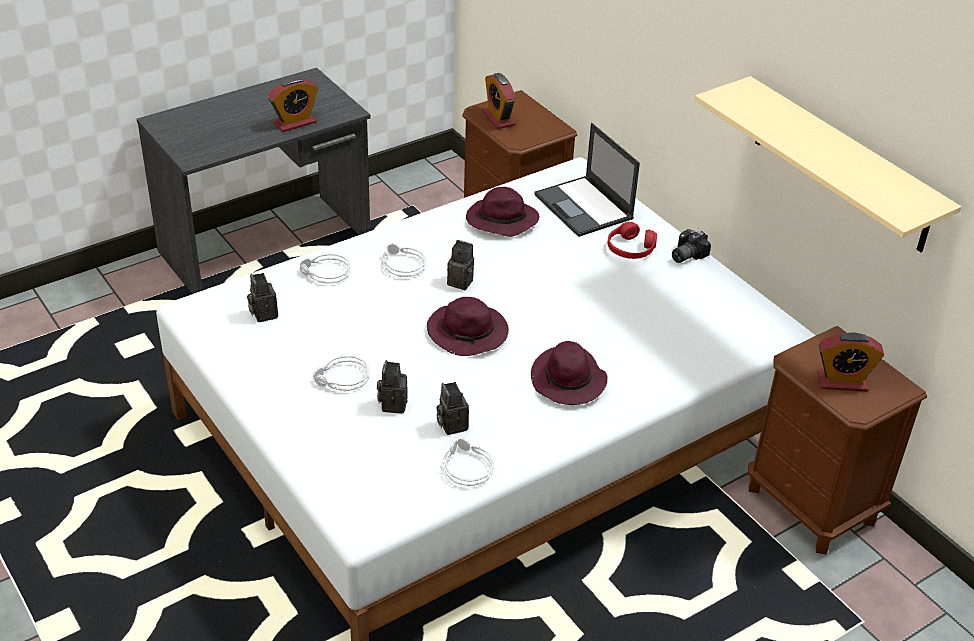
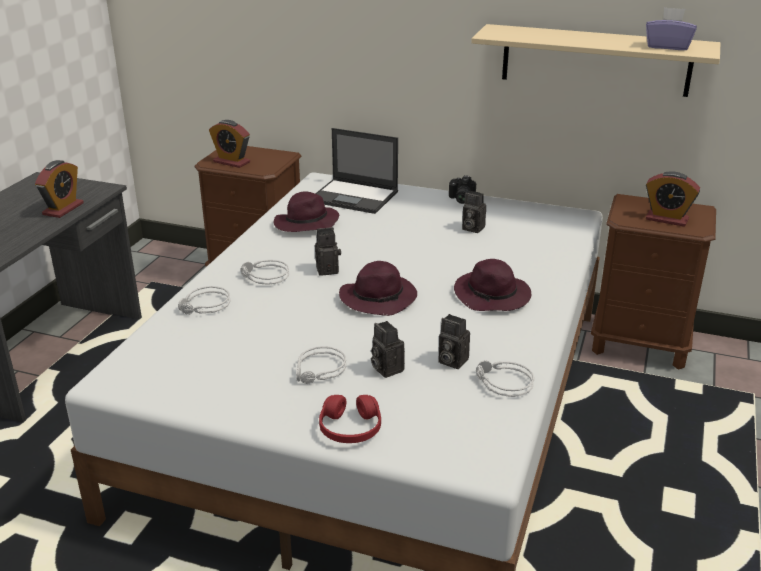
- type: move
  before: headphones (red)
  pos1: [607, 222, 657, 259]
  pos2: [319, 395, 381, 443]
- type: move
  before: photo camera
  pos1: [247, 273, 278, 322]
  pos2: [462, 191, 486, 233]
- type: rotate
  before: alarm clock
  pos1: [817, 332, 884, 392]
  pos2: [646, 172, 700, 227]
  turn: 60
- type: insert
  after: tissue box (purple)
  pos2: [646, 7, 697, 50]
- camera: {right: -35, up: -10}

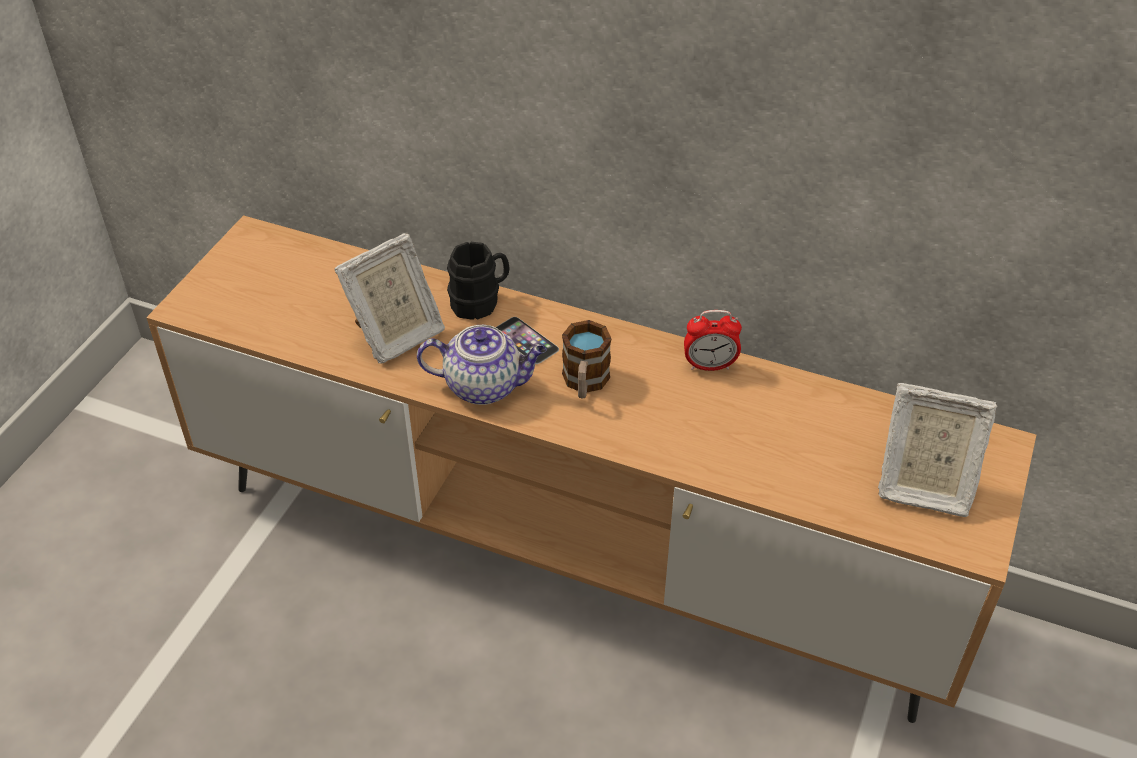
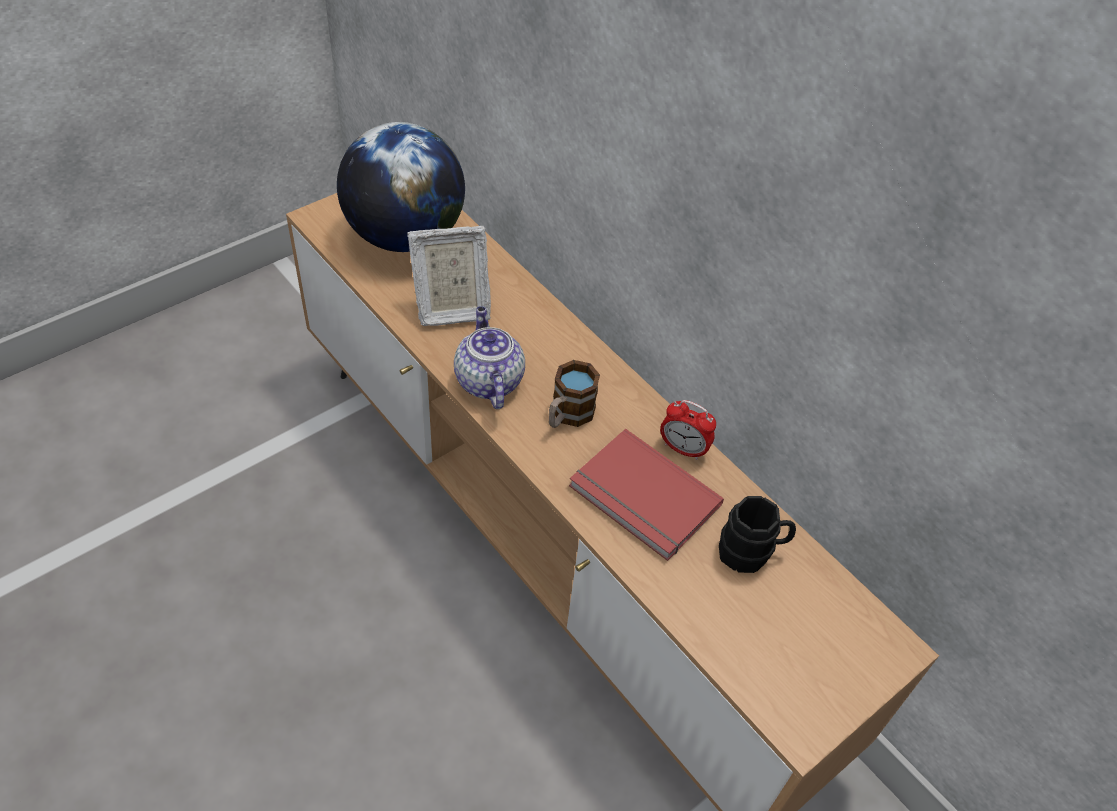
- type: move
  before: mug (black)
  pos1: [447, 242, 509, 320]
  pos2: [719, 496, 796, 573]
- type: delete
  before: phone
  pos1: [496, 317, 559, 364]
- type: rotate
  before: teapot
  pos1: [417, 325, 547, 405]
  pos2: [454, 306, 525, 409]
  turn: -135
- type: delete
  before: picture frame
  pos1: [878, 383, 997, 517]
- type: insert
  after: globe
  pos2: [337, 122, 465, 252]
- type: insert
  after: book (red)
  pos2: [569, 428, 724, 561]
- camera: {right: 25, up: 5}

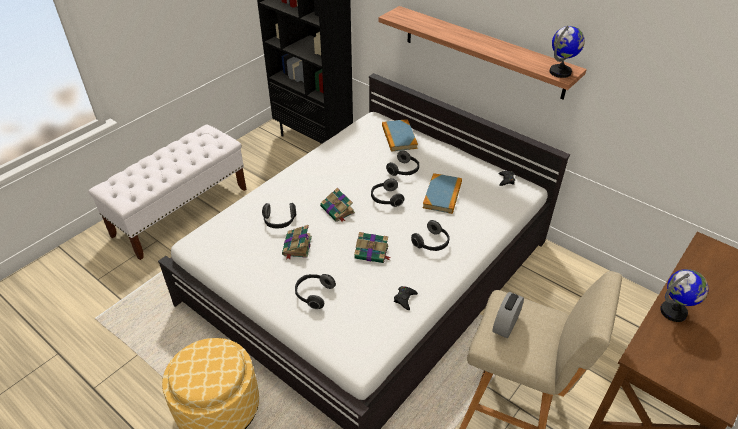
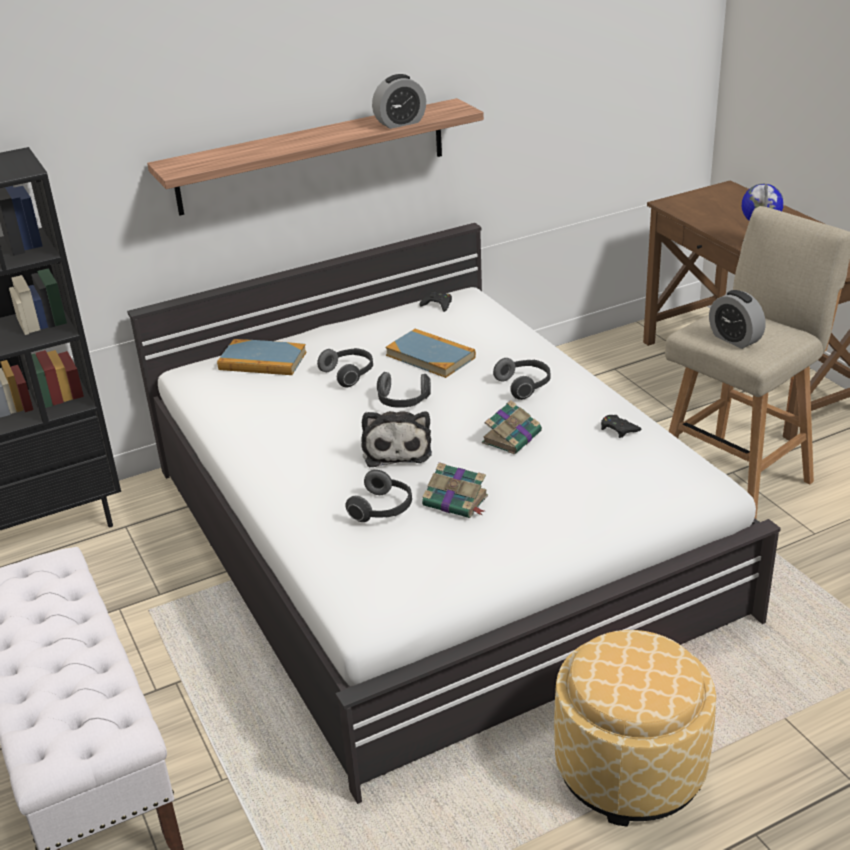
- type: delete
  before: globe
  pos1: [550, 26, 585, 78]
- type: replace
  before: book
  after: plush toy
  pos1: [320, 188, 355, 223]
  pos2: [361, 411, 432, 467]
- type: delete
  before: headphones
  pos1: [295, 274, 336, 309]
- type: insert
  after: alarm clock
  pos2: [372, 74, 426, 129]
- camera: {right: -65, up: -10}

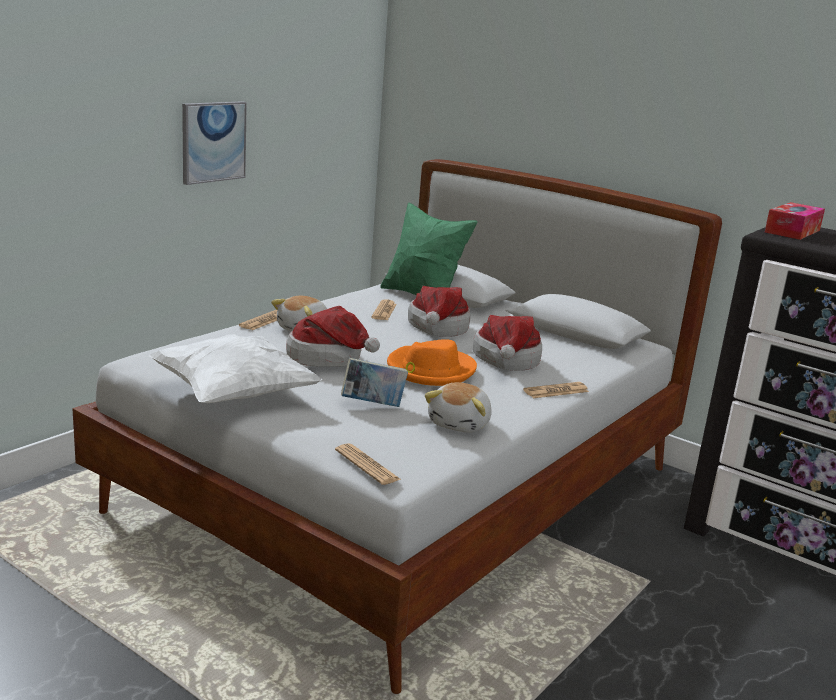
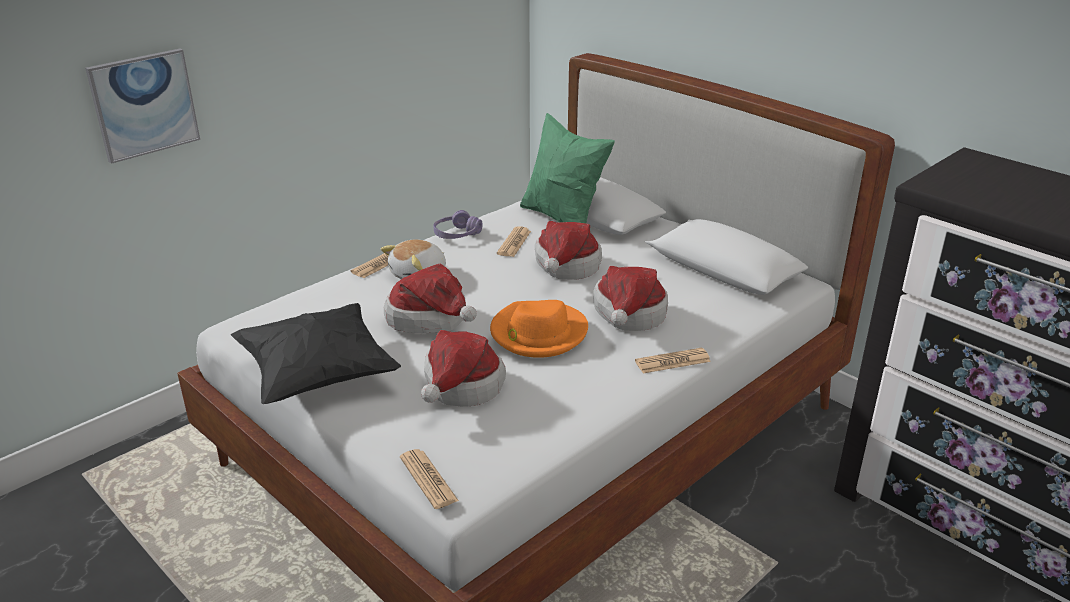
- type: move
  before: picture
  pos1: [182, 101, 247, 185]
  pos2: [85, 48, 200, 164]
- type: delete
  before: tissue box
  pos1: [765, 202, 825, 240]
- type: recolor
  before: pillow (white)
  after: pillow (black)
  pos1: [148, 334, 322, 403]
  pos2: [231, 303, 401, 404]
- type: replace
  before: book
  after: hat
  pos1: [341, 358, 408, 407]
  pos2: [421, 330, 506, 406]
- type: delete
  before: plush toy
  pos1: [424, 382, 492, 433]
- type: insert
  after: headphones (purple)
  pos2: [433, 210, 483, 239]
- camera: {right: 10, up: 10}

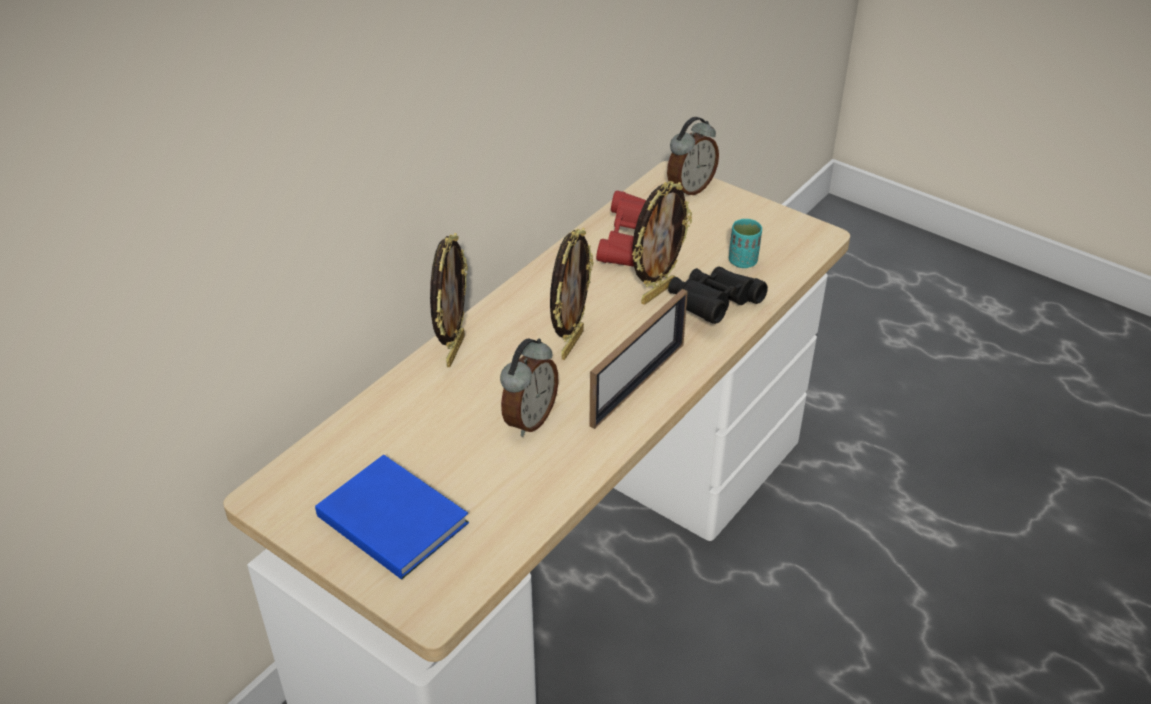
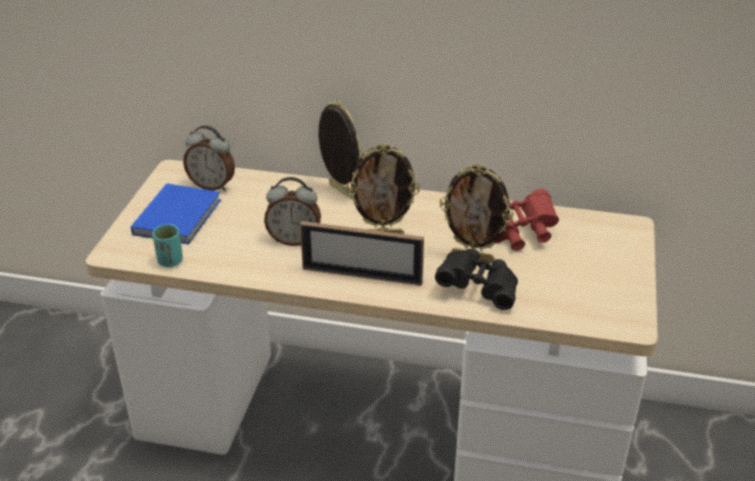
- type: move
  before: alarm clock
  pos1: [667, 117, 719, 195]
  pos2: [183, 125, 235, 191]
- type: move
  before: cup (turquoise)
  pos1: [729, 219, 762, 268]
  pos2: [152, 224, 183, 267]
- type: rotate
  before: picture frame
  pos1: [430, 233, 468, 367]
  pos2: [319, 100, 364, 199]
  turn: -120
- camera: {right: 65, up: -5}

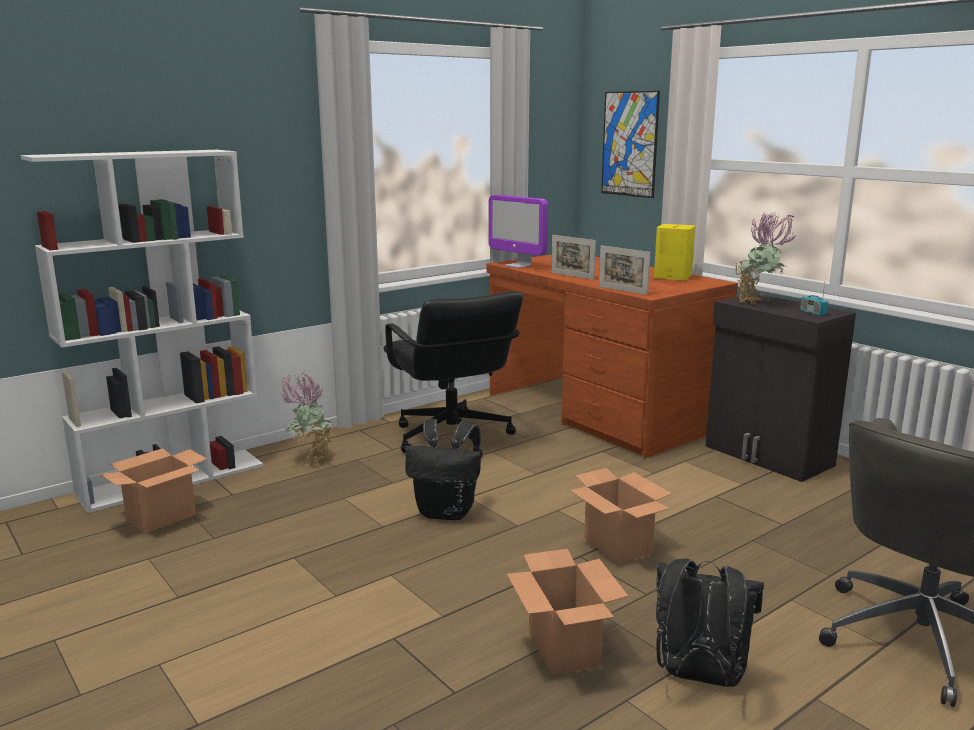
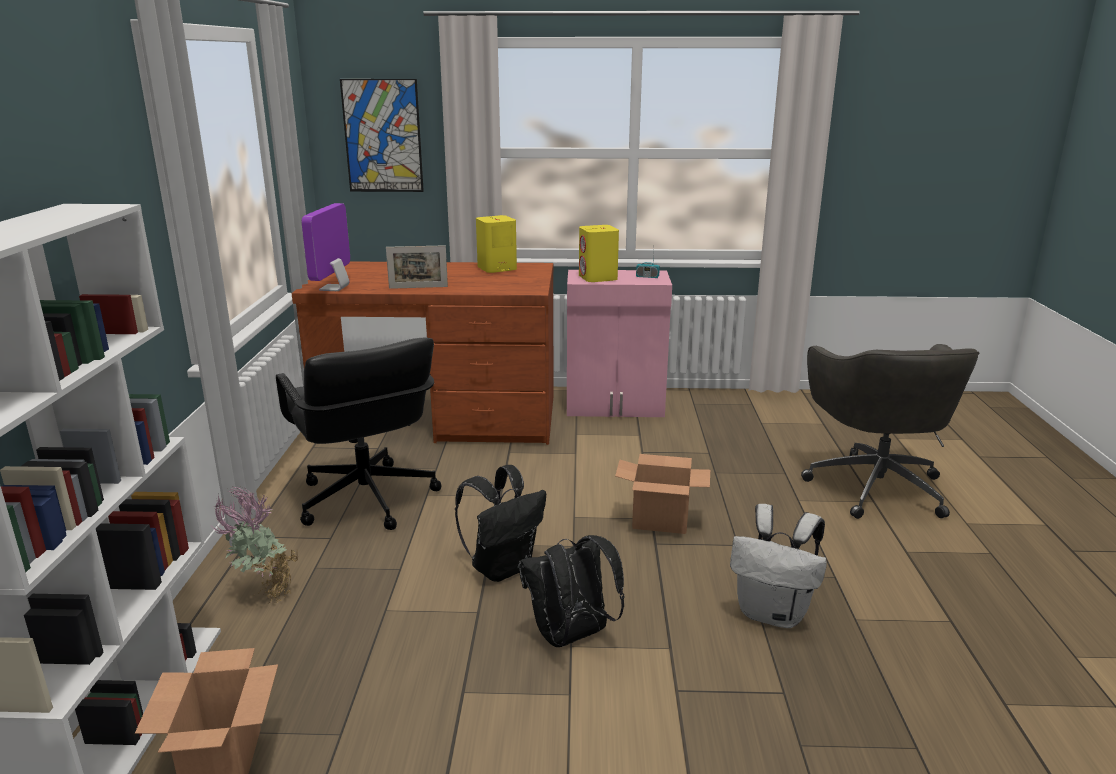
- type: rotate
  before: monitor
  pos1: [489, 195, 548, 268]
  pos2: [302, 203, 350, 291]
  turn: 105
- type: replace
  before: potted plant
  after: speaker (yellow)
  pos1: [735, 213, 798, 304]
  pos2: [579, 225, 619, 282]
- type: delete
  before: picture frame
  pos1: [599, 245, 650, 295]
- type: rotate
  before: office chair (black)
  pos1: [383, 291, 523, 458]
  pos2: [276, 338, 441, 530]
  turn: 45
- type: recolor
  before: cabinet (black)
  after: cabinet (pink)
  pos1: [706, 294, 856, 482]
  pos2: [567, 270, 672, 417]
- type: replace
  before: cardboard box
  after: backpack (white)
  pos1: [507, 549, 628, 675]
  pos2: [730, 504, 827, 628]
- type: move
  before: backpack (black)
  pos1: [656, 559, 764, 687]
  pos2: [519, 535, 624, 647]
- camera: {right: -50, up: 5}

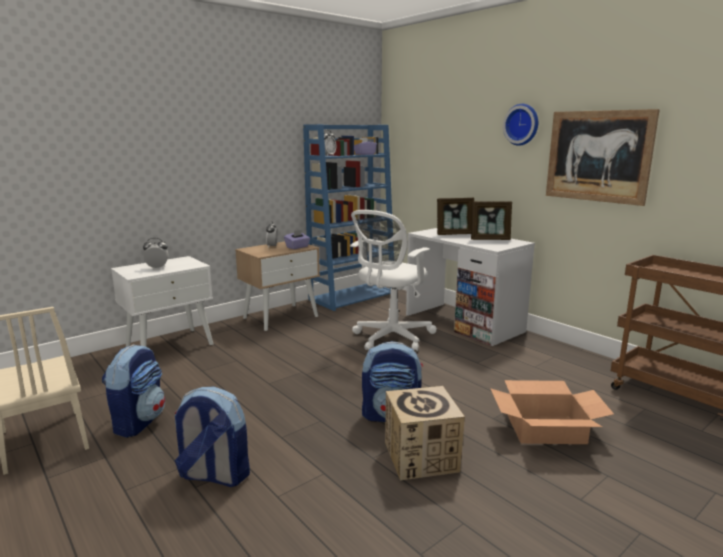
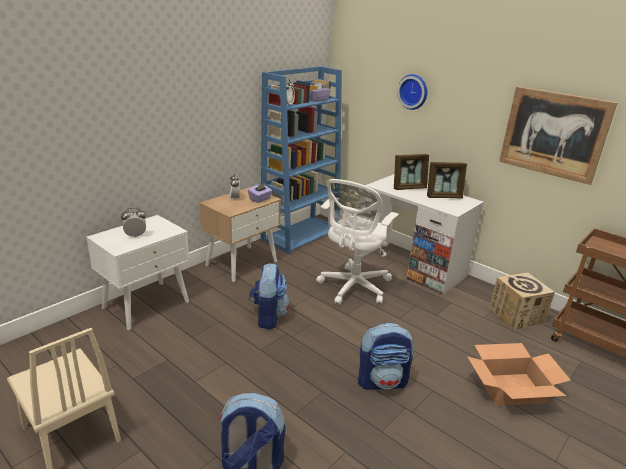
- type: move
  before: wall clock
  pos1: [503, 104, 538, 146]
  pos2: [397, 74, 427, 110]
- type: move
  before: backpack
  pos1: [102, 344, 165, 438]
  pos2: [249, 263, 290, 330]
- type: move
  before: cardboard box
  pos1: [385, 386, 465, 481]
  pos2: [489, 272, 555, 330]
- camera: {right: -10, up: 10}

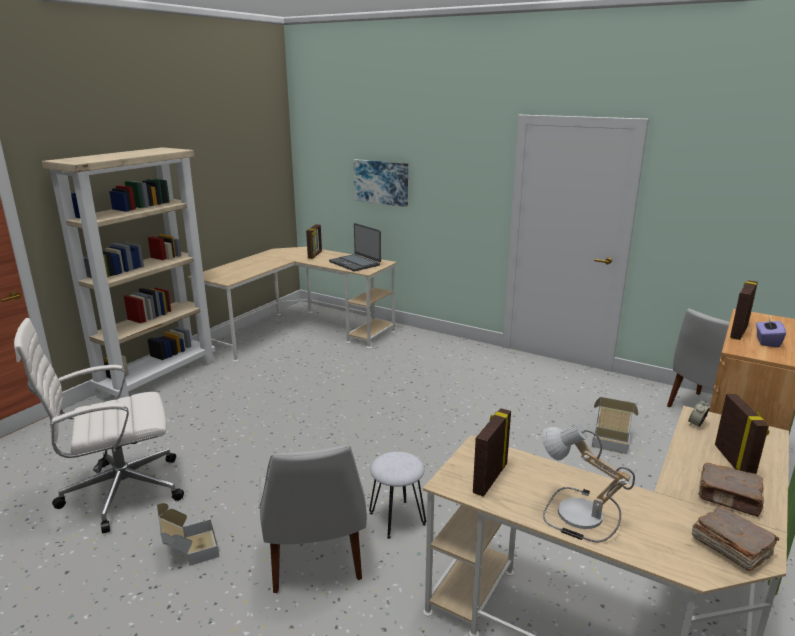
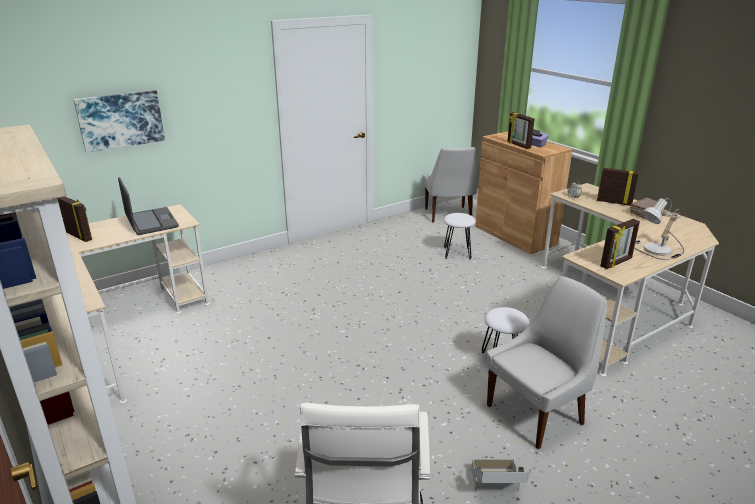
- type: rotate
  before: laptop
  pos1: [329, 223, 381, 271]
  pos2: [118, 177, 179, 235]
  turn: -105
- type: replace
  before: cardboard box
  after: stool (white)
  pos1: [592, 397, 638, 454]
  pos2: [443, 213, 476, 259]
- type: rotate
  before: picture frame
  pos1: [473, 408, 511, 497]
  pos2: [600, 219, 640, 269]
  turn: -90
- type: rotate
  before: chair (white)
  pos1: [259, 445, 367, 593]
  pos2: [486, 276, 607, 449]
  turn: -45
- type: delete
  before: book (brown)
  pos1: [692, 506, 779, 571]
- camera: {right: -65, up: 5}

